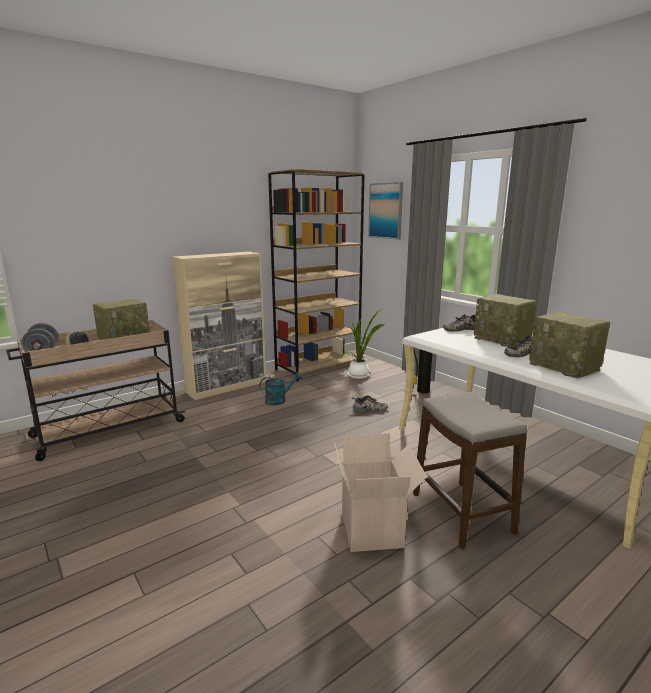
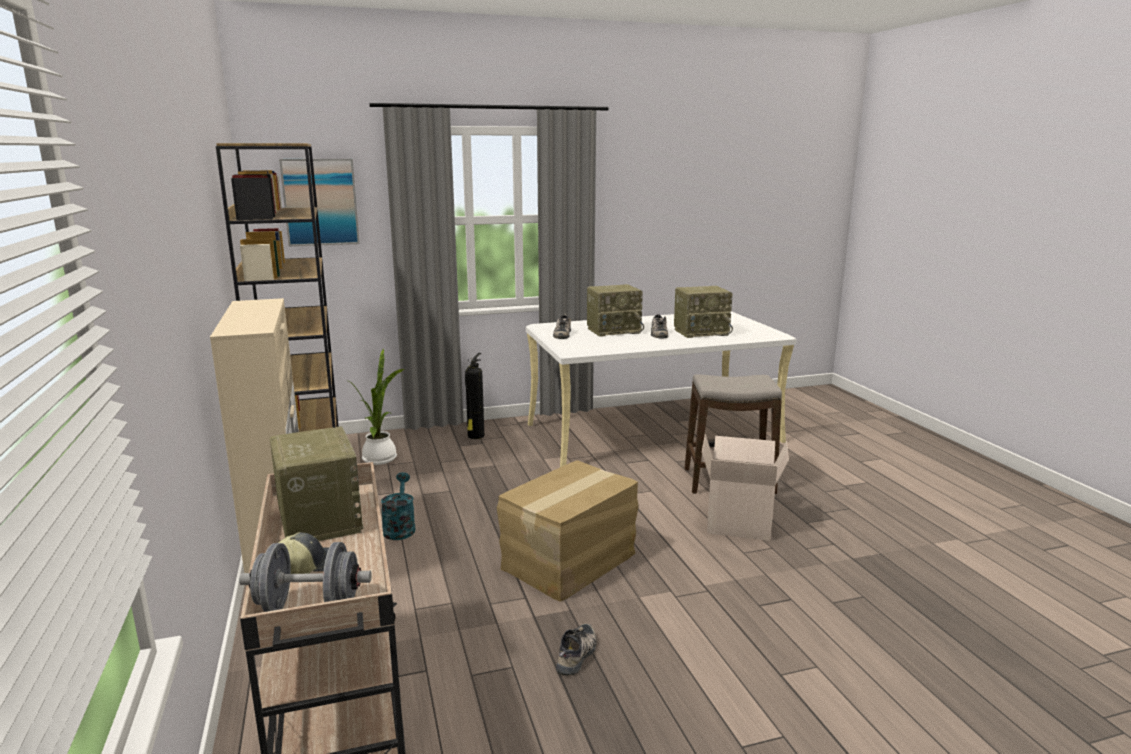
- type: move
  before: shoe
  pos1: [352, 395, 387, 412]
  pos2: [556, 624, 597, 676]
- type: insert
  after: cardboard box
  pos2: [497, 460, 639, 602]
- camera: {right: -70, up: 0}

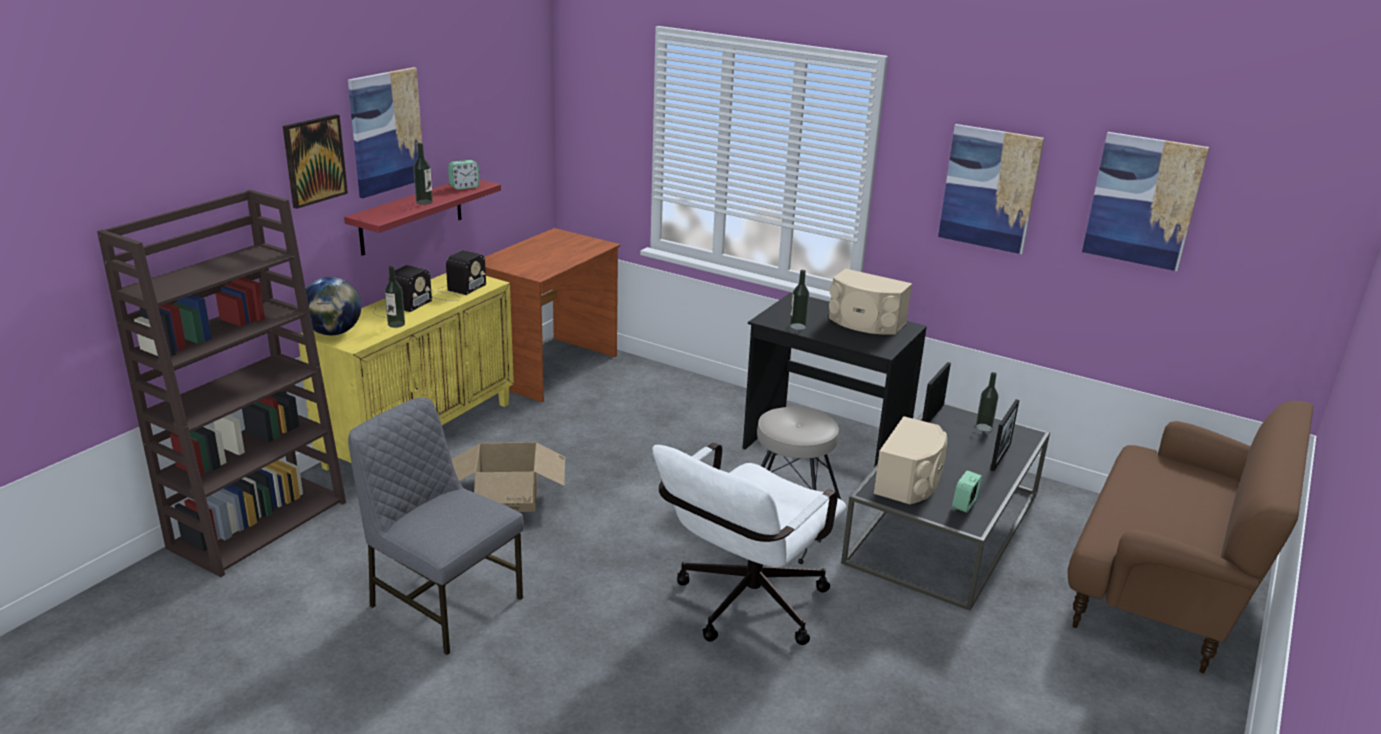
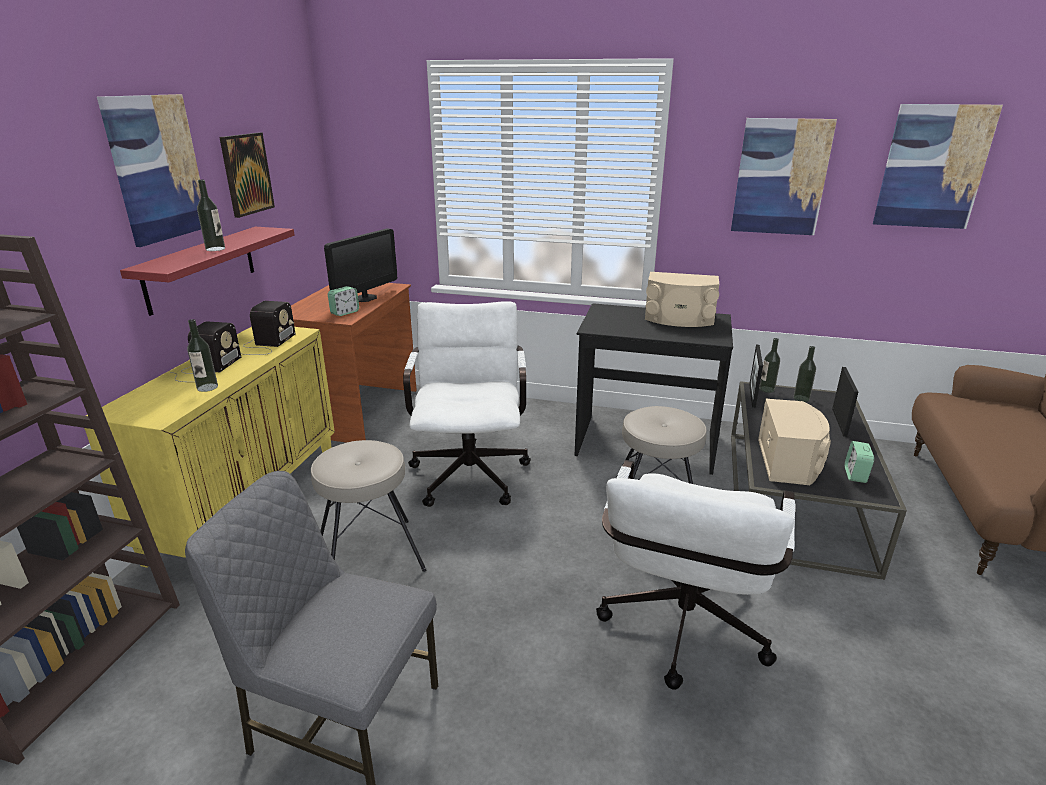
- type: move
  before: picture
  pos1: [283, 114, 348, 209]
  pos2: [219, 133, 275, 218]
- type: move
  before: alarm clock
  pos1: [448, 160, 480, 190]
  pos2: [328, 286, 359, 316]
- type: move
  before: bottle
  pos1: [790, 270, 809, 330]
  pos2: [759, 338, 780, 393]
- type: delete
  before: globe
  pos1: [306, 277, 361, 335]
- type: replace
  before: cardboard box
  after: stool (beige)
  pos1: [452, 442, 565, 512]
  pos2: [311, 440, 426, 572]
- type: insert
  after: monitor
  pos2: [324, 228, 397, 302]
- type: insert
  after: office chair (white)
  pos2: [403, 301, 531, 507]
- camera: {right: -15, up: 0}

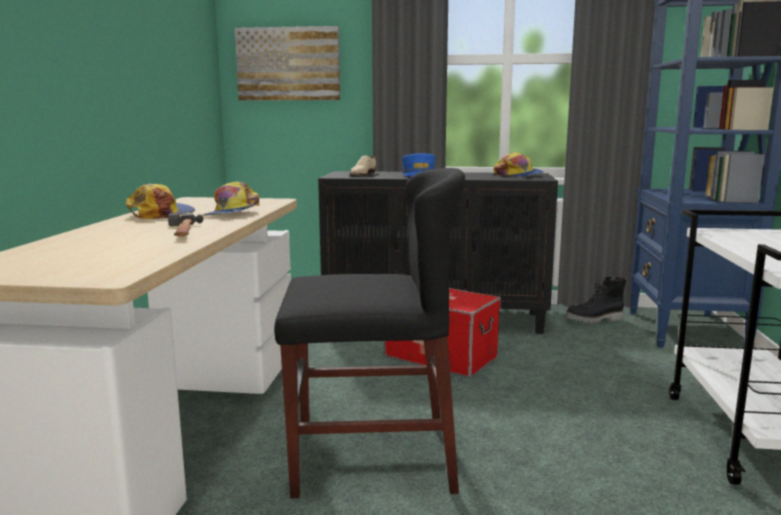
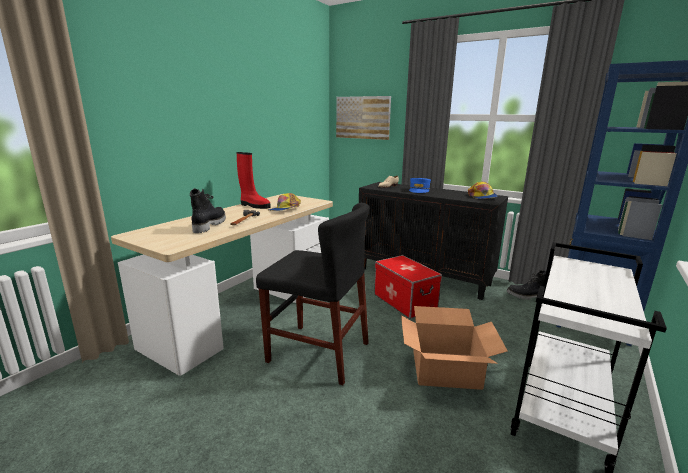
- type: replace
  before: cap
  after: boot (red)
  pos1: [126, 184, 195, 219]
  pos2: [236, 152, 271, 209]
- type: insert
  after: boot (black)
  pos2: [190, 188, 226, 233]
- type: insert
  after: cardboard box
  pos2: [401, 306, 508, 390]
- camera: {right: 25, up: 5}

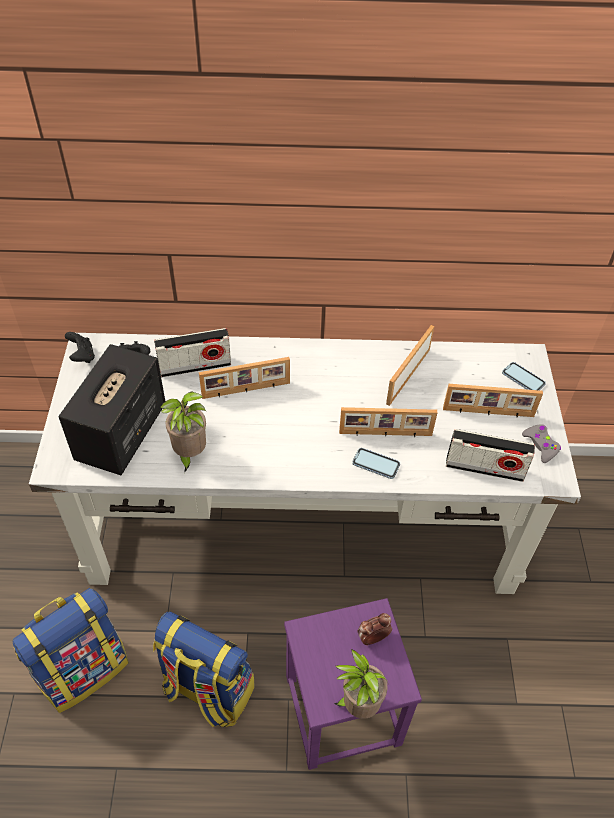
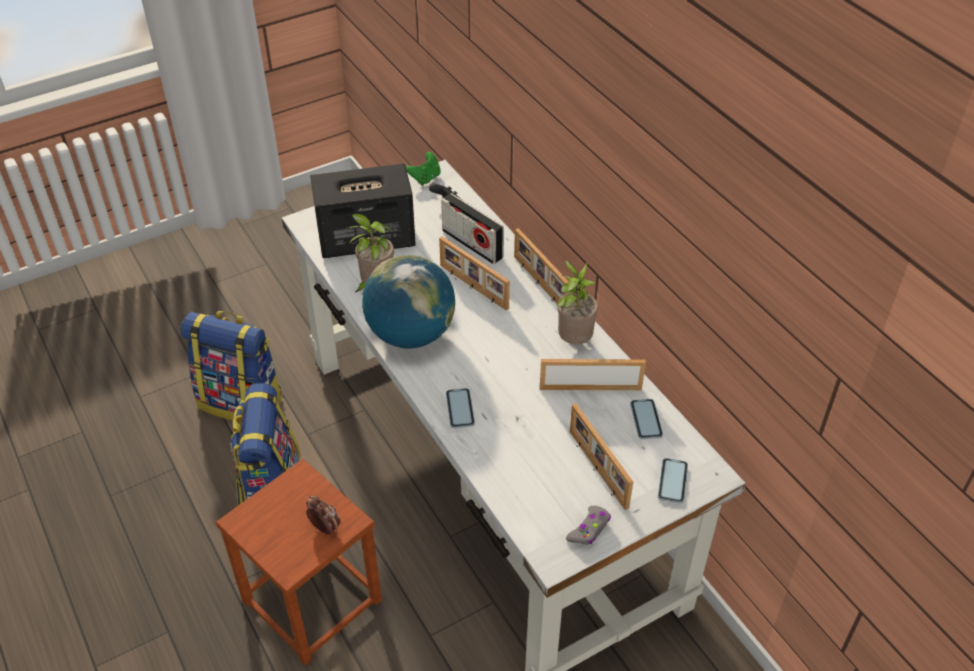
- type: recolor
  before: game controller (black)
  after: game controller (green)
  pos1: [65, 332, 95, 363]
  pos2: [406, 152, 441, 186]
- type: move
  before: picture frame
  pos1: [339, 407, 437, 437]
  pos2: [514, 228, 569, 304]
- type: delete
  before: radio
  pos1: [446, 429, 535, 482]
- type: recolor
  before: stool (purple)
  after: stool (brown)
  pos1: [284, 598, 422, 770]
  pos2: [216, 459, 382, 665]
- type: move
  before: potted plant
  pos1: [334, 649, 388, 719]
  pos2: [557, 260, 598, 344]
- type: insert
  after: globe
  pos2: [362, 255, 455, 349]
- type: insert
  after: phone
  pos2: [630, 399, 663, 439]
- camera: {right: 60, up: -5}

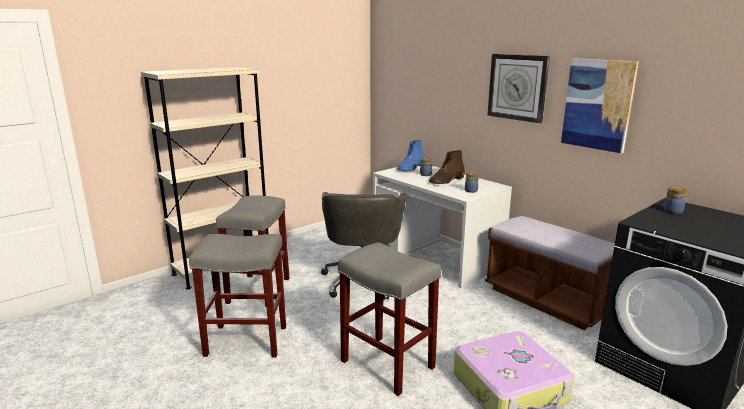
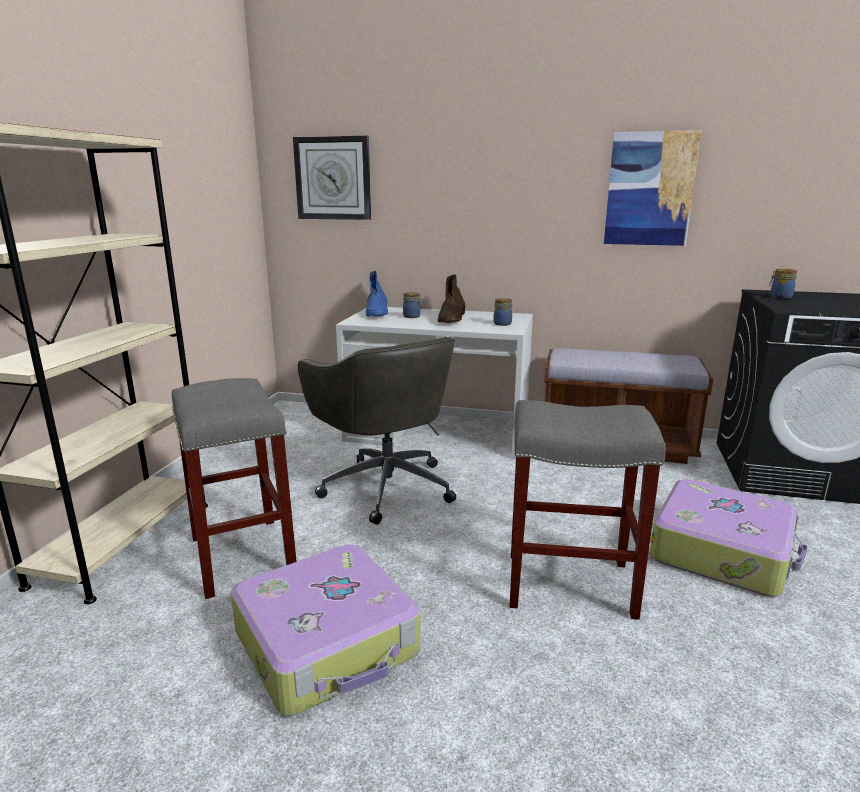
- type: move
  before: wall clock
  pos1: [487, 54, 550, 123]
  pos2: [293, 136, 371, 220]
- type: replace
  before: stool (grey)
  after: suitcase
  pos1: [189, 234, 286, 358]
  pos2: [230, 545, 421, 716]
- camera: {right: -35, up: 0}

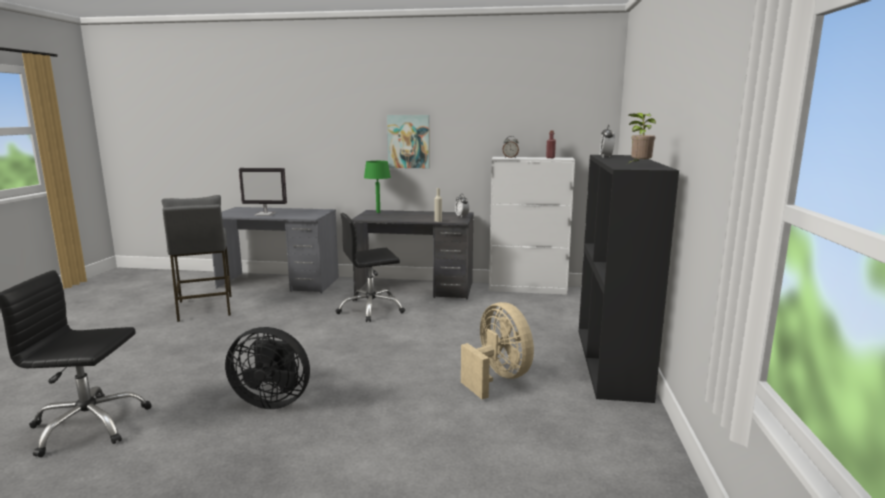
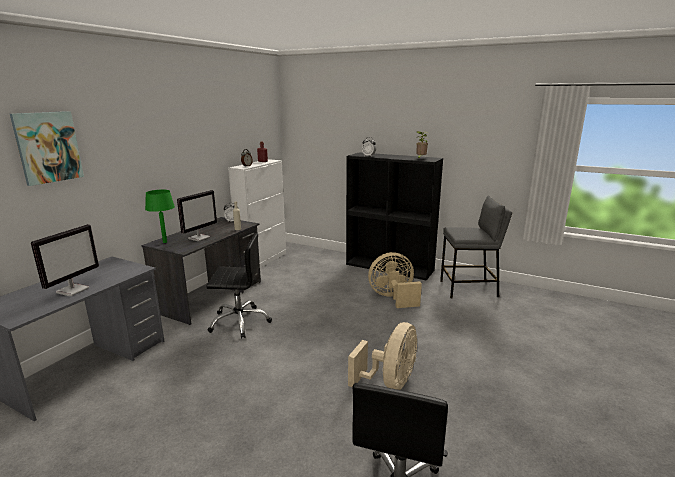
- type: move
  before: picture
  pos1: [387, 115, 430, 168]
  pos2: [10, 111, 84, 186]
- type: move
  before: stool (grey)
  pos1: [162, 195, 232, 322]
  pos2: [440, 195, 512, 299]
- type: rotate
  before: office chair (black)
  pos1: [336, 213, 405, 322]
  pos2: [206, 233, 272, 339]
  turn: -90
- type: recolor
  before: fan (black)
  after: fan (beige)
  pos1: [225, 327, 310, 409]
  pos2: [348, 322, 417, 390]
- type: insert
  after: monitor
  pos2: [177, 190, 217, 241]
- camera: {right: -70, up: 5}

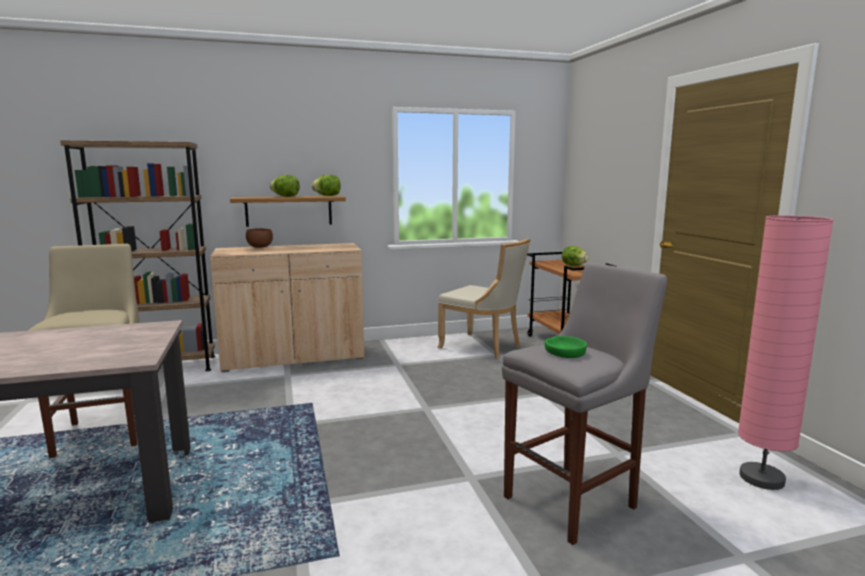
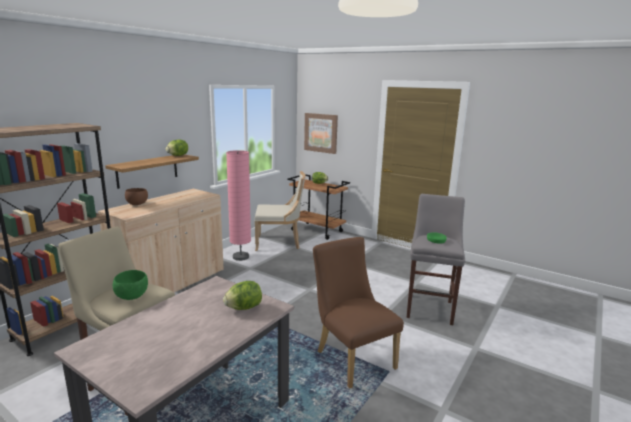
- type: move
  before: lettuce
  pos1: [270, 175, 299, 197]
  pos2: [223, 281, 262, 310]
- type: move
  before: floor lamp (pink)
  pos1: [738, 215, 834, 490]
  pos2: [226, 150, 251, 261]
- type: insert
  after: picture
  pos2: [304, 113, 338, 154]
- type: insert
  after: chair (brown)
  pos2: [313, 237, 404, 389]
- type: insert
  after: bowl (green)
  pos2: [113, 270, 148, 300]
- camera: {right: -40, up: 5}

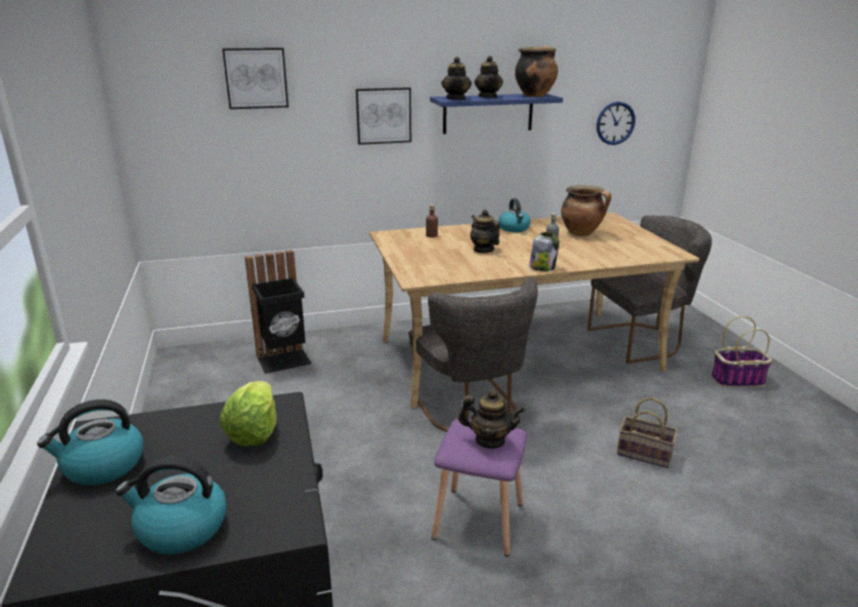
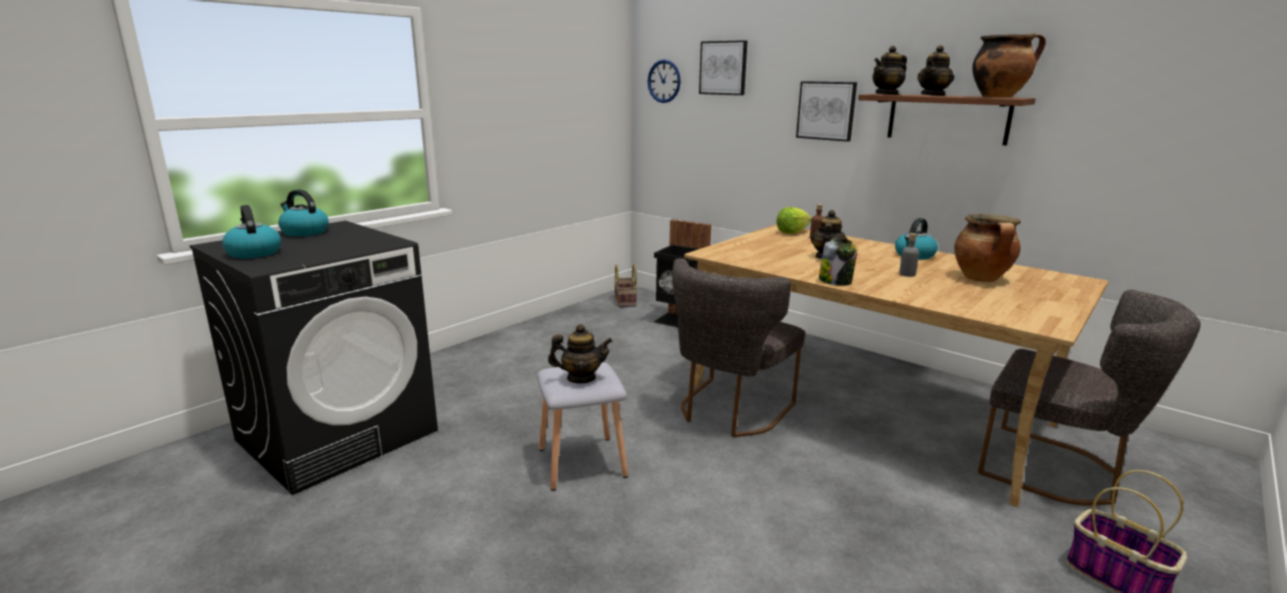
- type: recolor
  before: shelf (blue)
  after: shelf (brown)
  pos1: [430, 94, 563, 134]
  pos2: [858, 94, 1036, 146]
- type: move
  before: wall clock
  pos1: [596, 102, 635, 145]
  pos2: [648, 60, 681, 103]
- type: move
  before: lettuce
  pos1: [220, 381, 277, 446]
  pos2: [776, 207, 812, 234]
- type: rotate
  before: teapot
  pos1: [458, 389, 525, 449]
  pos2: [548, 324, 613, 384]
  turn: -75
- type: move
  before: basket
  pos1: [617, 398, 678, 468]
  pos2: [614, 264, 637, 307]
- type: recolor
  before: stool (purple)
  after: stool (grey)
  pos1: [431, 419, 527, 556]
  pos2: [537, 362, 628, 491]
- camera: {right: 55, up: -5}

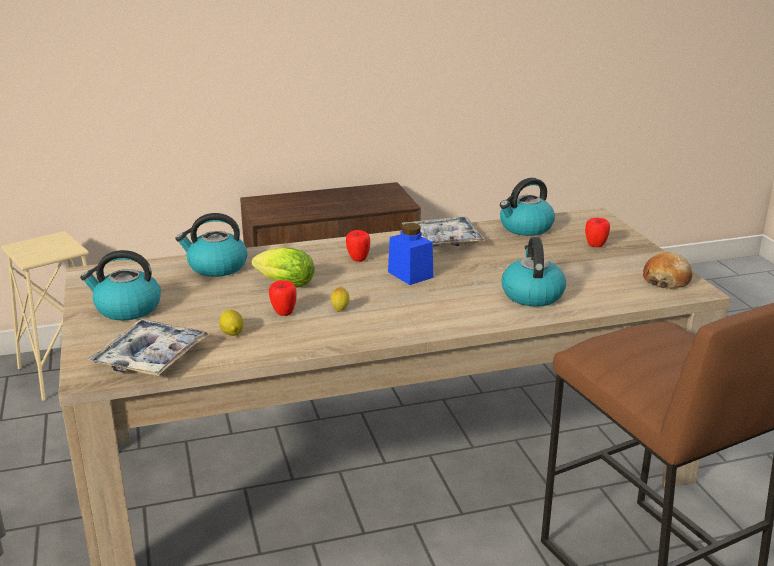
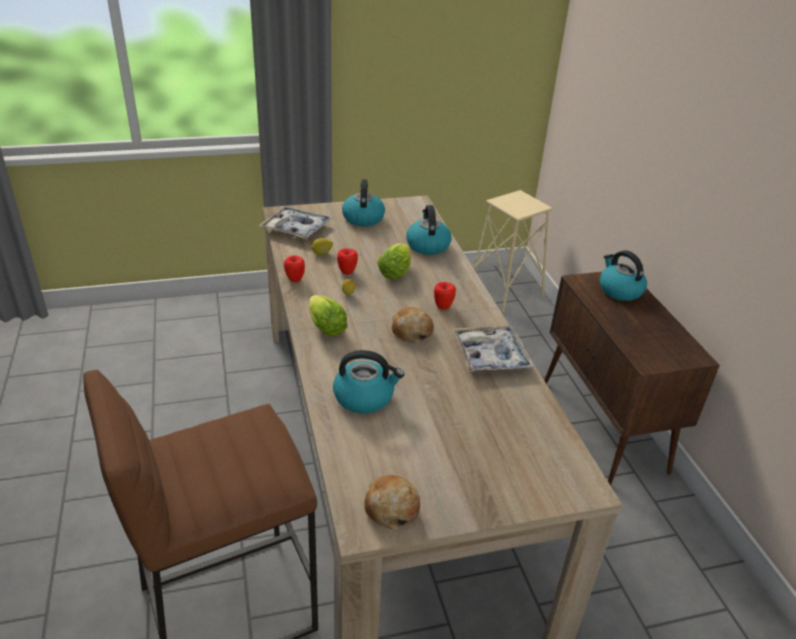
- type: move
  before: kettle
  pos1: [500, 178, 555, 236]
  pos2: [600, 250, 647, 301]
- type: move
  before: apple
  pos1: [585, 218, 610, 247]
  pos2: [284, 255, 305, 282]
- type: replace
  before: jar (blue)
  after: bread
  pos1: [388, 223, 434, 285]
  pos2: [392, 307, 434, 343]
- type: insert
  after: lettuce
  pos2: [309, 295, 348, 336]
- camera: {right: 90, up: 10}

